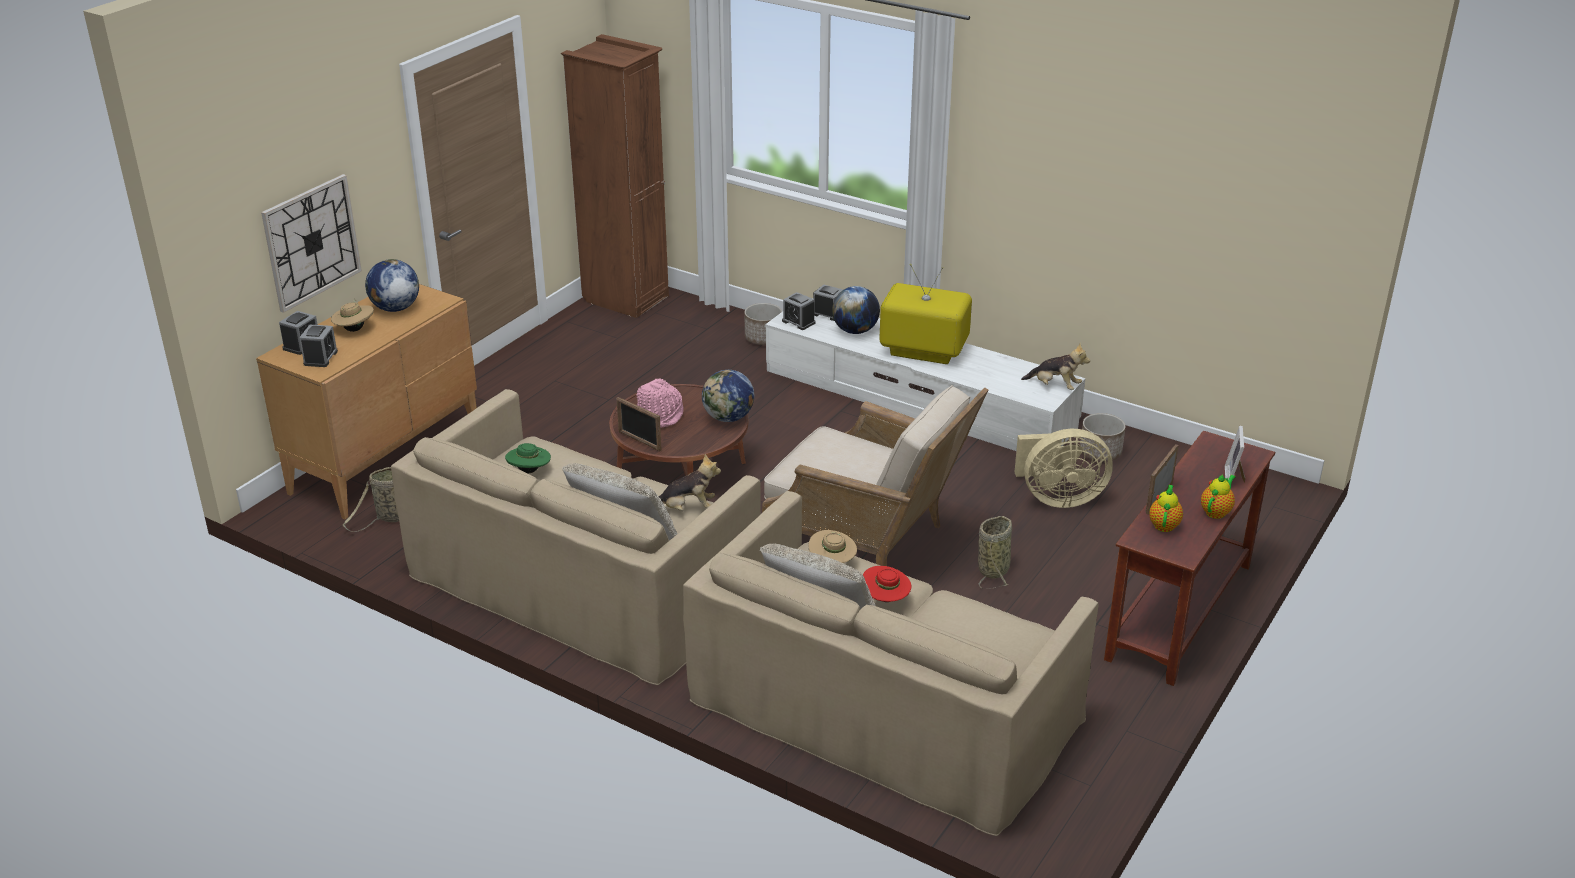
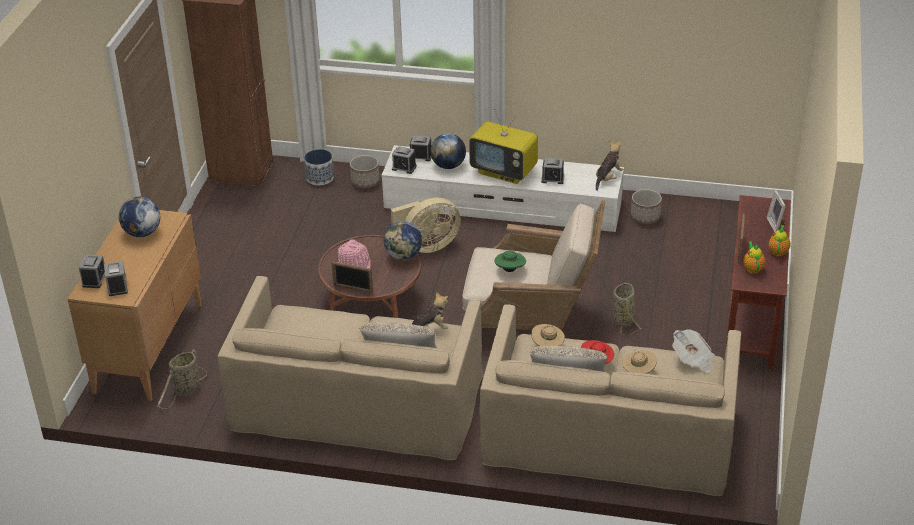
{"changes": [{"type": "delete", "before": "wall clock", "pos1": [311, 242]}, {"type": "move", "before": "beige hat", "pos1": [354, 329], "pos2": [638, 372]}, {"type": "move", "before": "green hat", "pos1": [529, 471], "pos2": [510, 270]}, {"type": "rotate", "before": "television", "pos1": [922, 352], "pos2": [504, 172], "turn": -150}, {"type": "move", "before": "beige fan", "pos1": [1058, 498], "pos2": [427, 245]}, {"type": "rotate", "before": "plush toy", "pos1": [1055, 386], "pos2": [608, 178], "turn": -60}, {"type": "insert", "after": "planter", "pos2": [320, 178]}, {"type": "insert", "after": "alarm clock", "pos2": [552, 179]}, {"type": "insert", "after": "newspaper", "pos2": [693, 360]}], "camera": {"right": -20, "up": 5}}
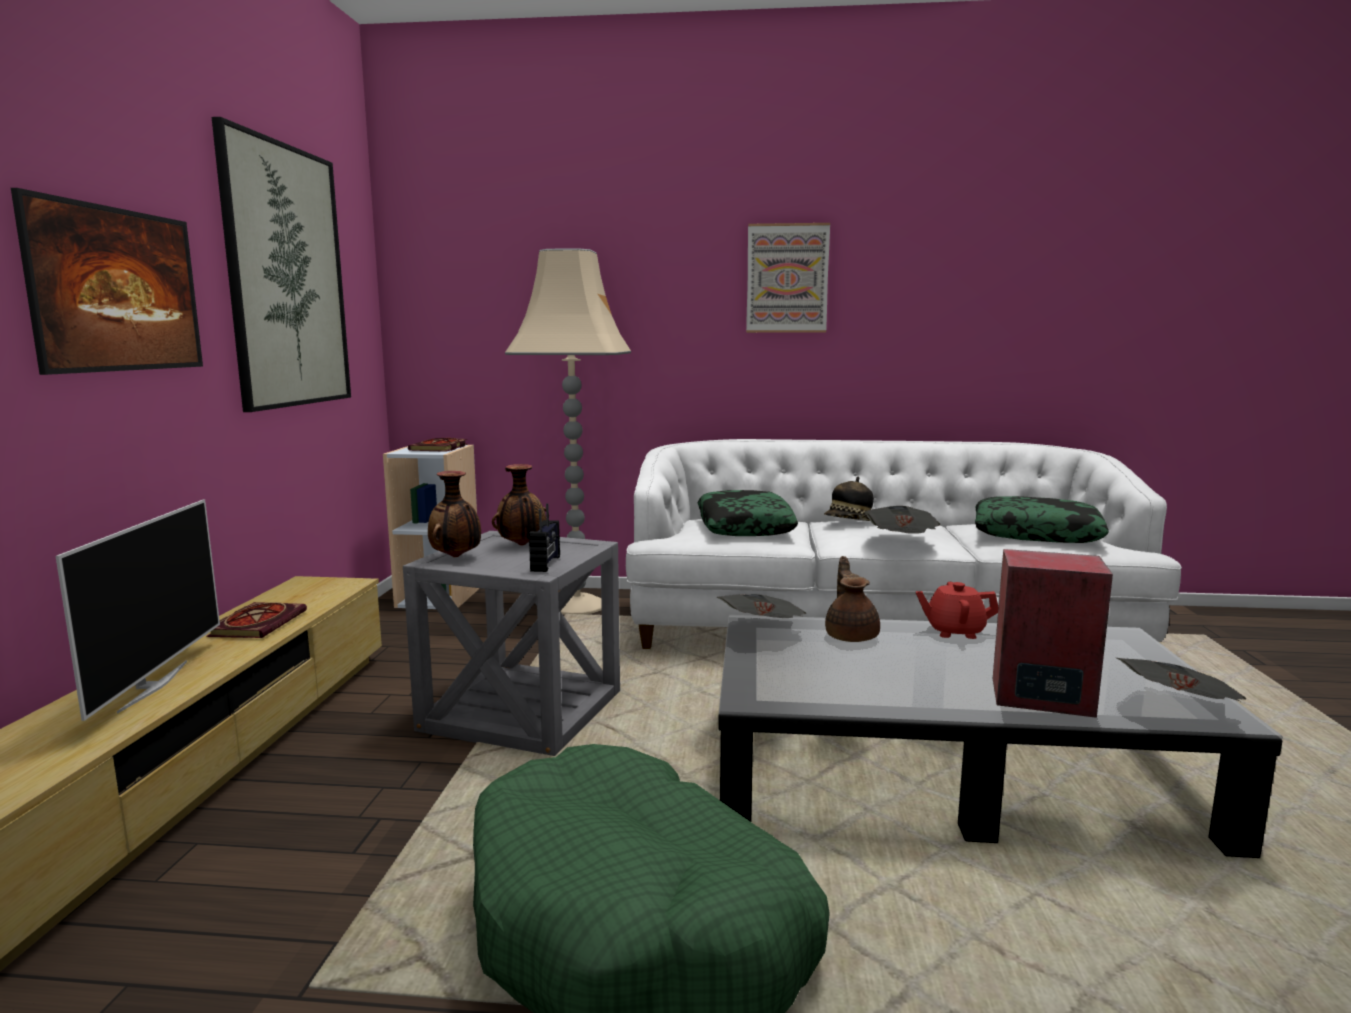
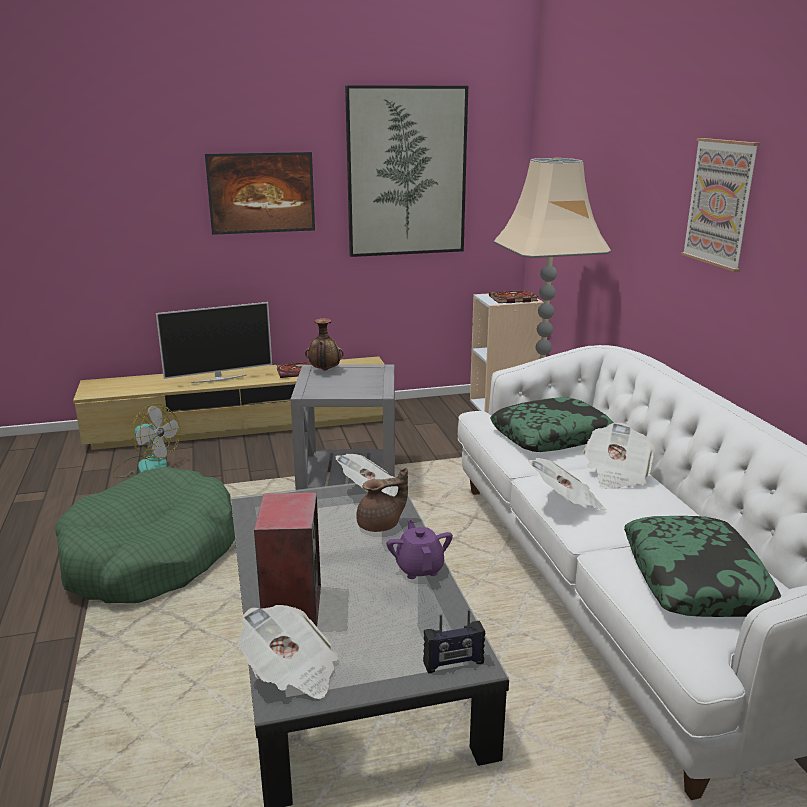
{"changes": [{"type": "delete", "before": "vase", "pos1": [522, 545]}, {"type": "move", "before": "radio", "pos1": [546, 564], "pos2": [453, 663]}, {"type": "replace", "before": "hat", "after": "newspaper", "pos1": [849, 522], "pos2": [616, 474]}, {"type": "recolor", "before": "red teapot", "after": "purple teapot", "pos1": [954, 632], "pos2": [419, 568]}, {"type": "insert", "after": "fan", "pos2": [146, 467]}], "camera": {"right": 70, "up": 10}}
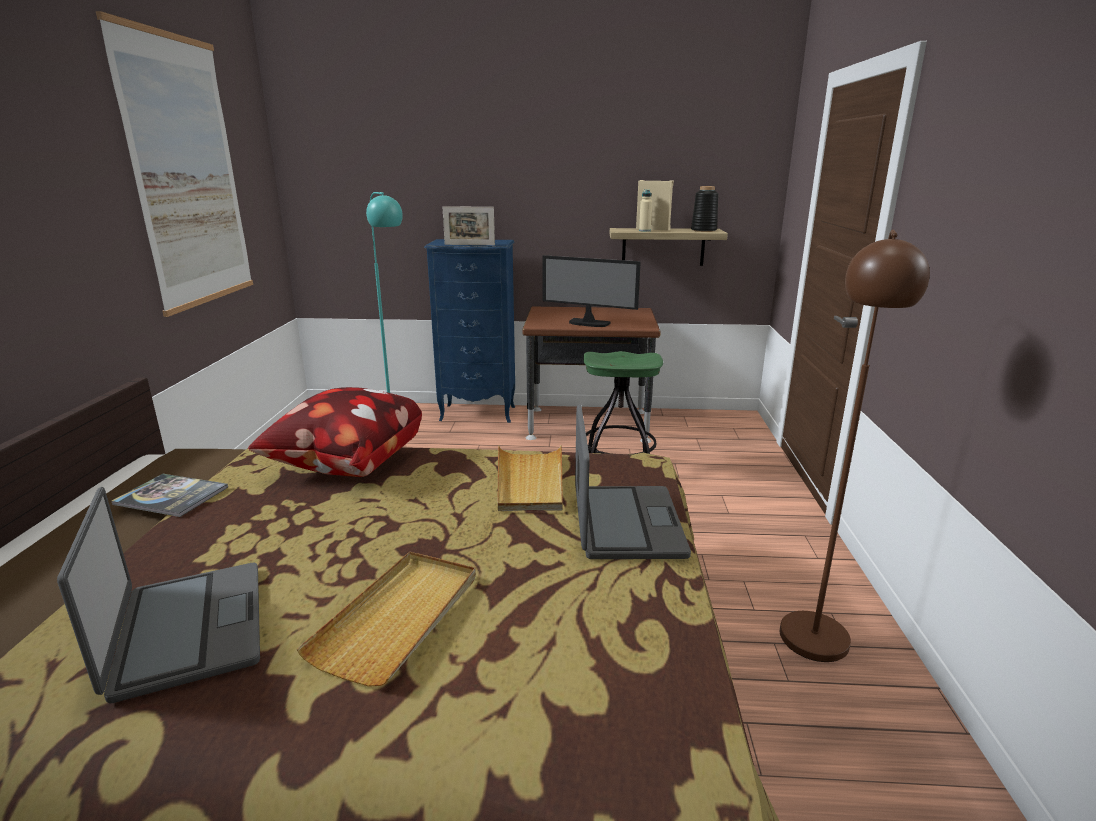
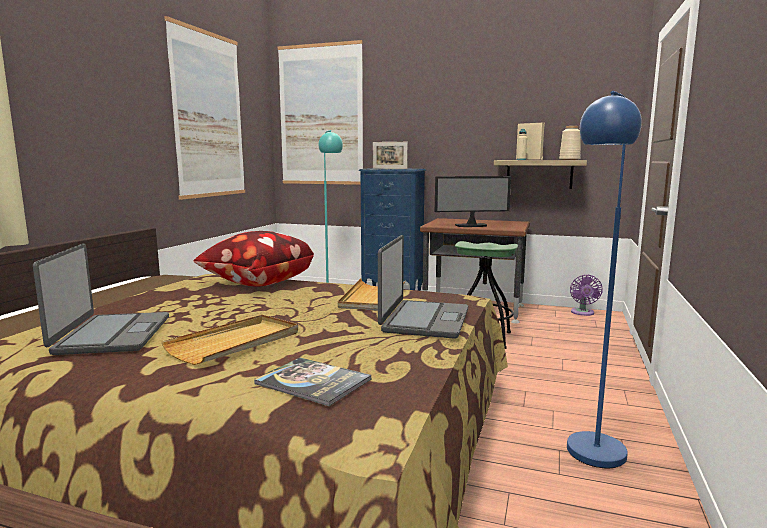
{"changes": [{"type": "move", "before": "book", "pos1": [171, 496], "pos2": [313, 382]}, {"type": "rotate", "before": "monitor", "pos1": [588, 323], "pos2": [471, 226], "turn": -45}, {"type": "recolor", "before": "black vase", "after": "beige vase", "pos1": [703, 230], "pos2": [569, 159]}, {"type": "recolor", "before": "brown floor lamp", "after": "blue floor lamp", "pos1": [812, 653], "pos2": [590, 460]}, {"type": "insert", "after": "picture", "pos2": [321, 115]}, {"type": "insert", "after": "purple fan", "pos2": [582, 313]}], "camera": {"right": 15, "up": -10}}
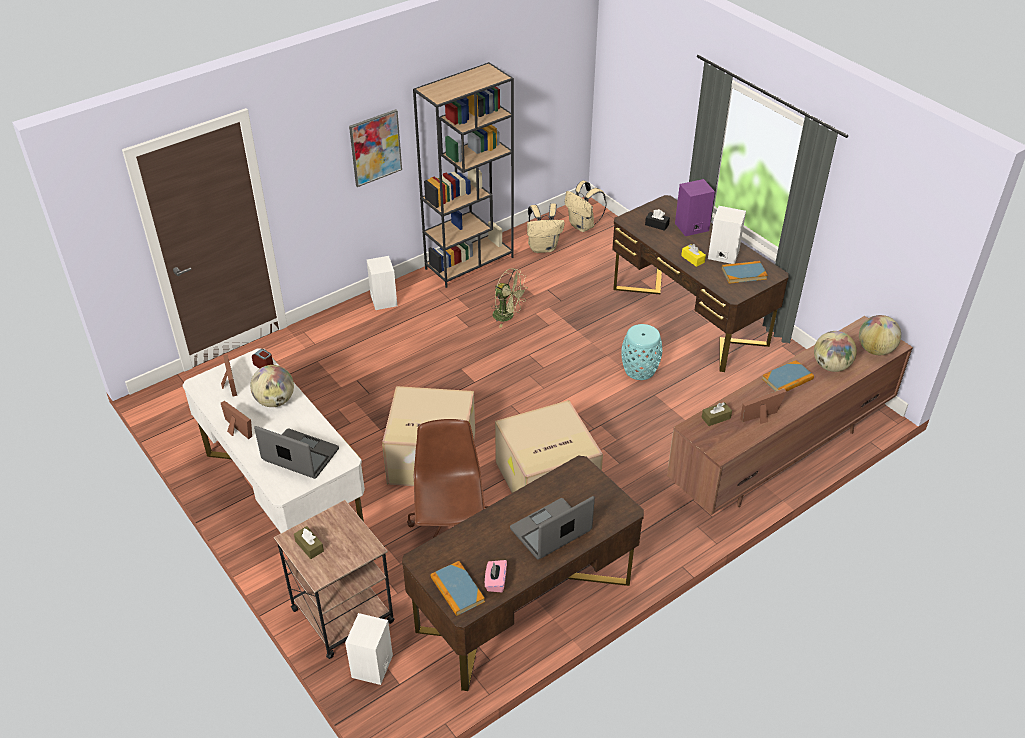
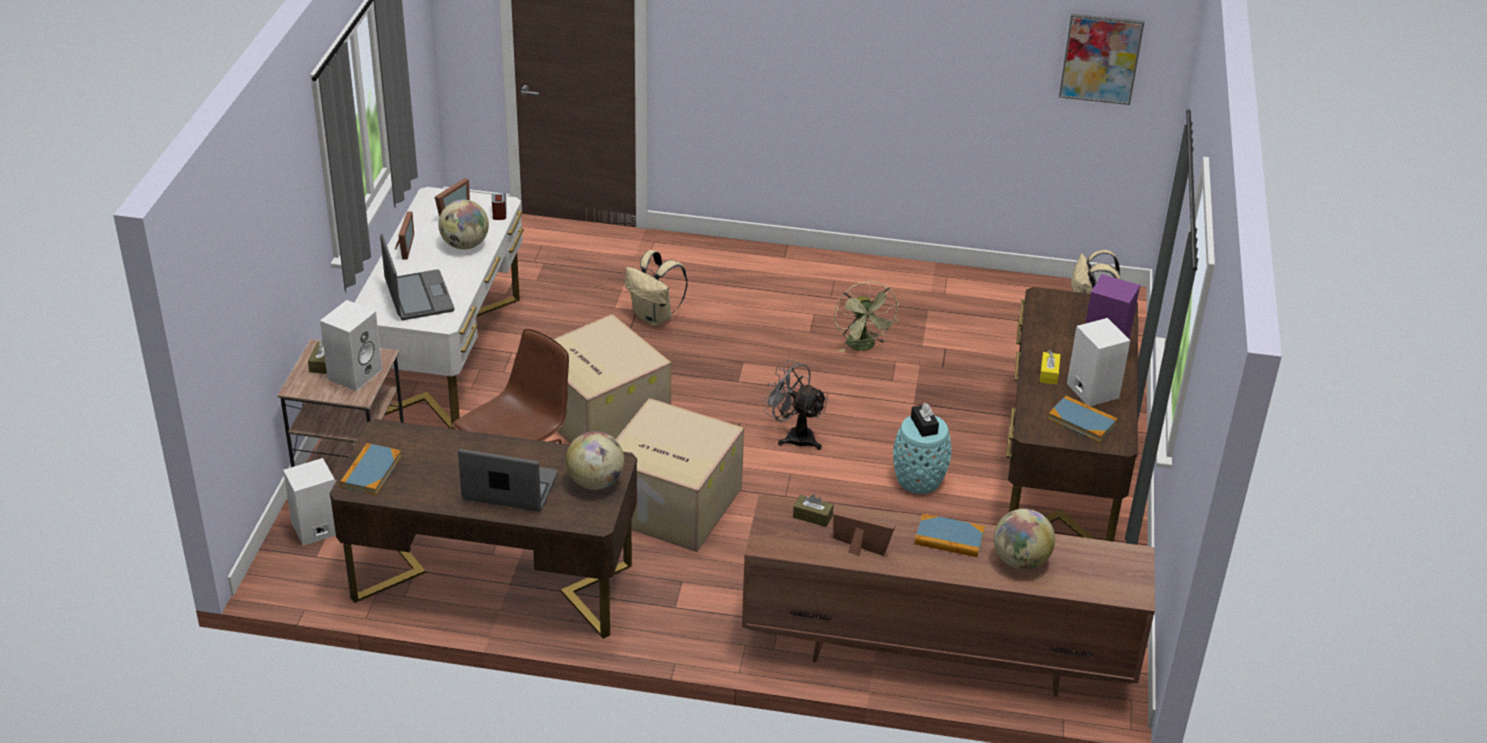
{"changes": [{"type": "move", "before": "picture", "pos1": [375, 148], "pos2": [1100, 58]}, {"type": "move", "before": "white speaker", "pos1": [383, 300], "pos2": [355, 373]}, {"type": "delete", "before": "bookcase", "pos1": [469, 262]}, {"type": "delete", "before": "pink tissue box", "pos1": [495, 582]}, {"type": "move", "before": "beige backpack", "pos1": [543, 247], "pos2": [654, 317]}, {"type": "move", "before": "black tissue box", "pos1": [657, 225], "pos2": [924, 425]}, {"type": "move", "before": "globe", "pos1": [875, 350], "pos2": [595, 482]}, {"type": "insert", "after": "grey fan", "pos2": [794, 436]}], "camera": {"right": 45, "up": -5}}
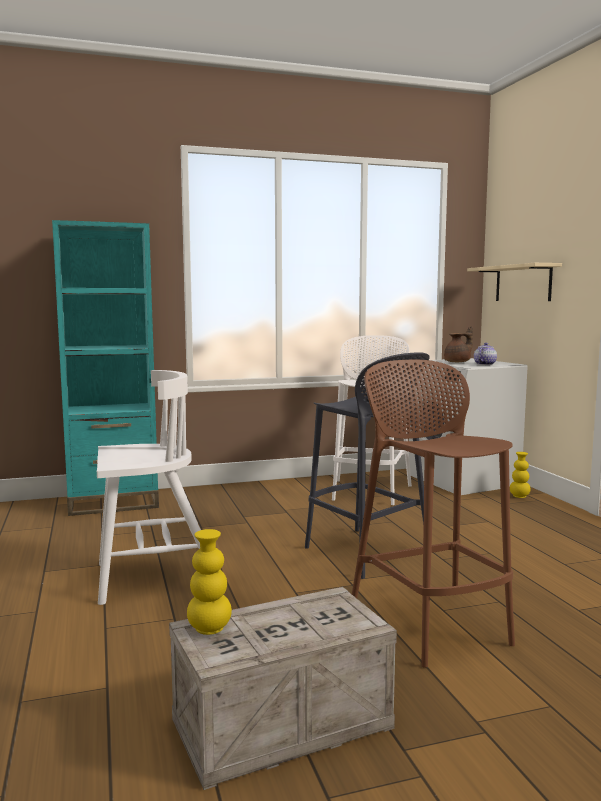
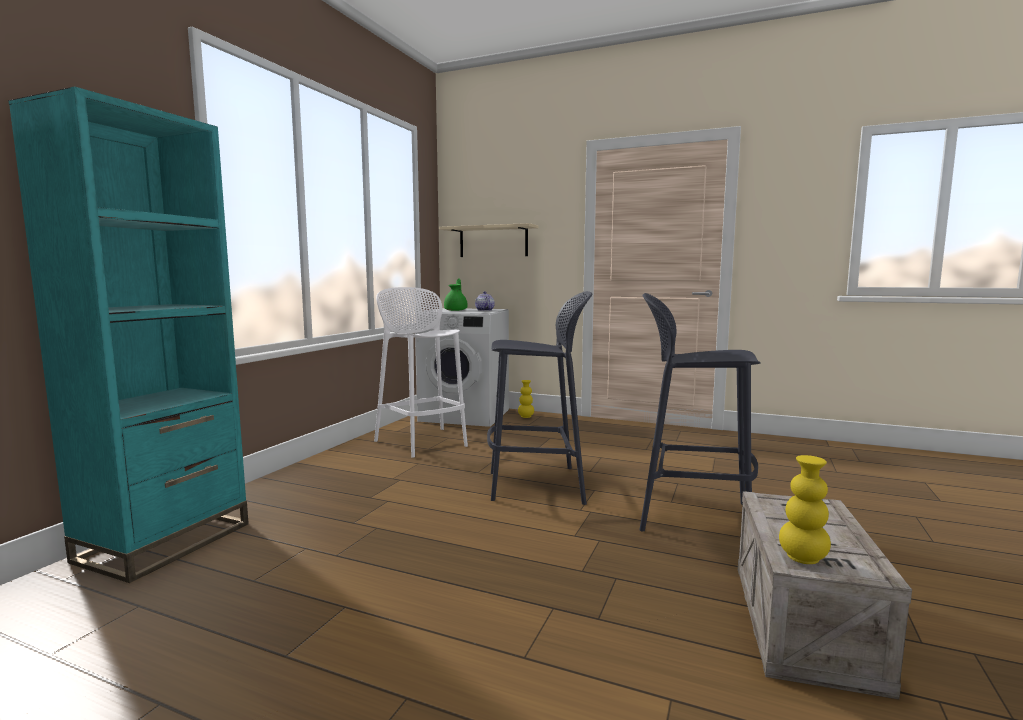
{"changes": [{"type": "delete", "before": "white chair", "pos1": [155, 576]}, {"type": "recolor", "before": "brown stool", "after": "grey stool", "pos1": [432, 625], "pos2": [690, 513]}, {"type": "recolor", "before": "brown teapot", "after": "green teapot", "pos1": [458, 362], "pos2": [456, 310]}], "camera": {"right": -50, "up": 0}}
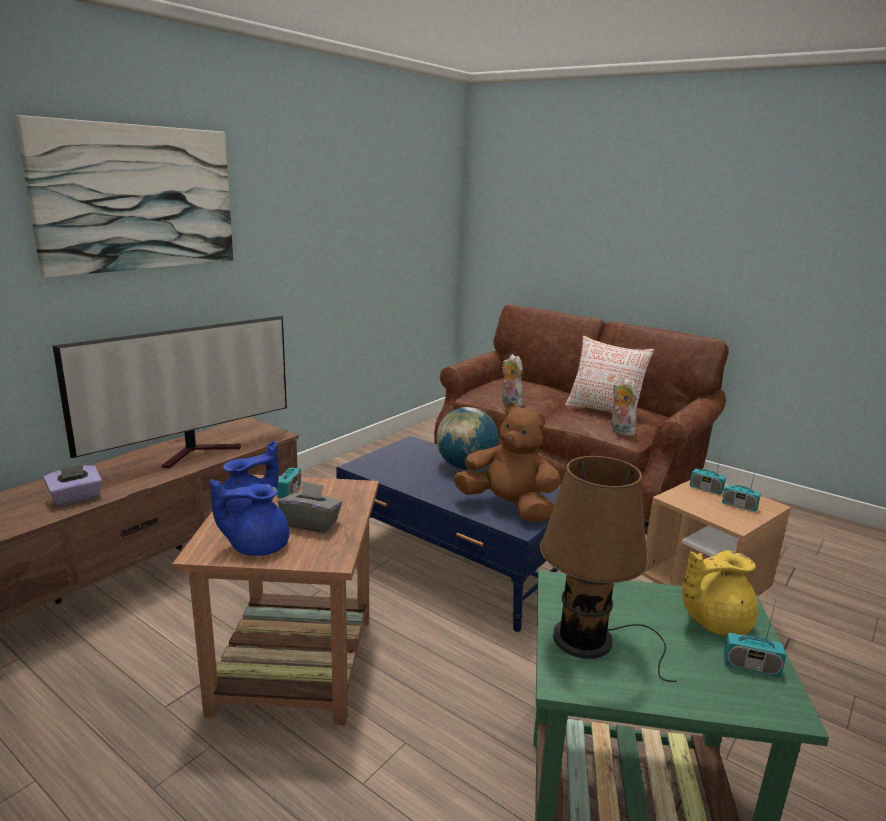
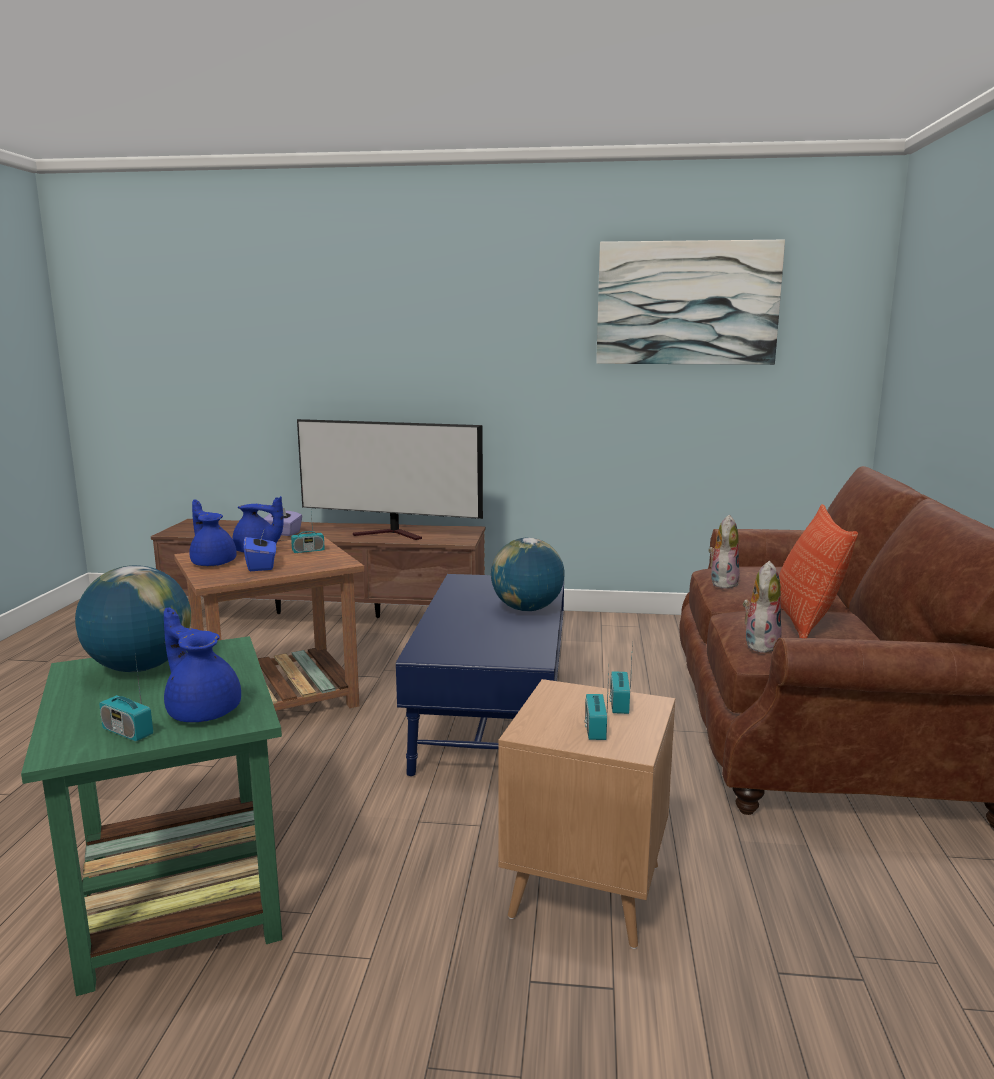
{"changes": [{"type": "move", "before": "picture", "pos1": [137, 198], "pos2": [687, 303]}, {"type": "recolor", "before": "grey tissue box", "after": "blue tissue box", "pos1": [311, 523], "pos2": [261, 566]}, {"type": "delete", "before": "brown plush toy", "pos1": [508, 507]}, {"type": "replace", "before": "brown table lamp", "after": "globe", "pos1": [590, 640], "pos2": [140, 667]}, {"type": "recolor", "before": "white pillow", "after": "orange pillow", "pos1": [604, 412], "pos2": [805, 623]}, {"type": "recolor", "before": "yellow teapot", "after": "blue teapot", "pos1": [714, 622], "pos2": [203, 710]}, {"type": "rotate", "before": "radio", "pos1": [751, 666], "pos2": [127, 732], "turn": -45}], "camera": {"right": 60, "up": -5}}
